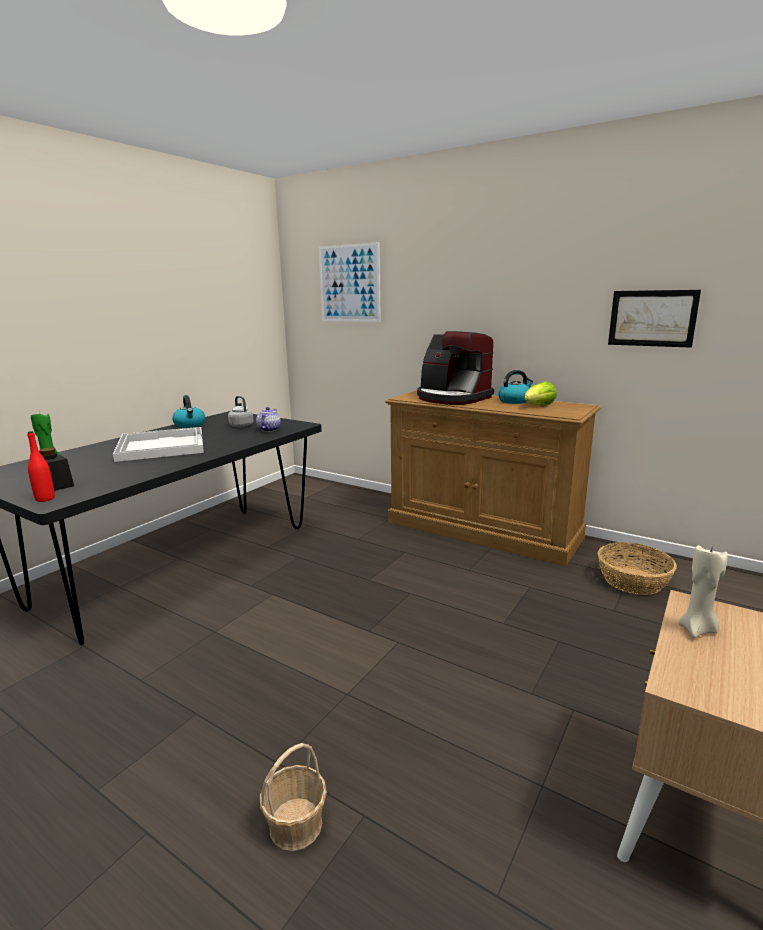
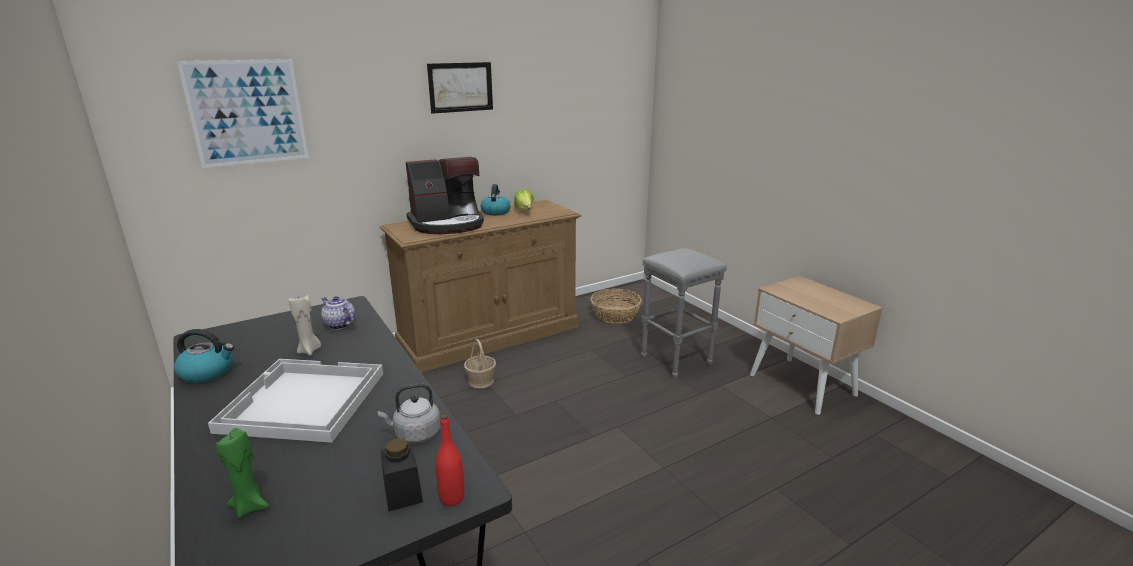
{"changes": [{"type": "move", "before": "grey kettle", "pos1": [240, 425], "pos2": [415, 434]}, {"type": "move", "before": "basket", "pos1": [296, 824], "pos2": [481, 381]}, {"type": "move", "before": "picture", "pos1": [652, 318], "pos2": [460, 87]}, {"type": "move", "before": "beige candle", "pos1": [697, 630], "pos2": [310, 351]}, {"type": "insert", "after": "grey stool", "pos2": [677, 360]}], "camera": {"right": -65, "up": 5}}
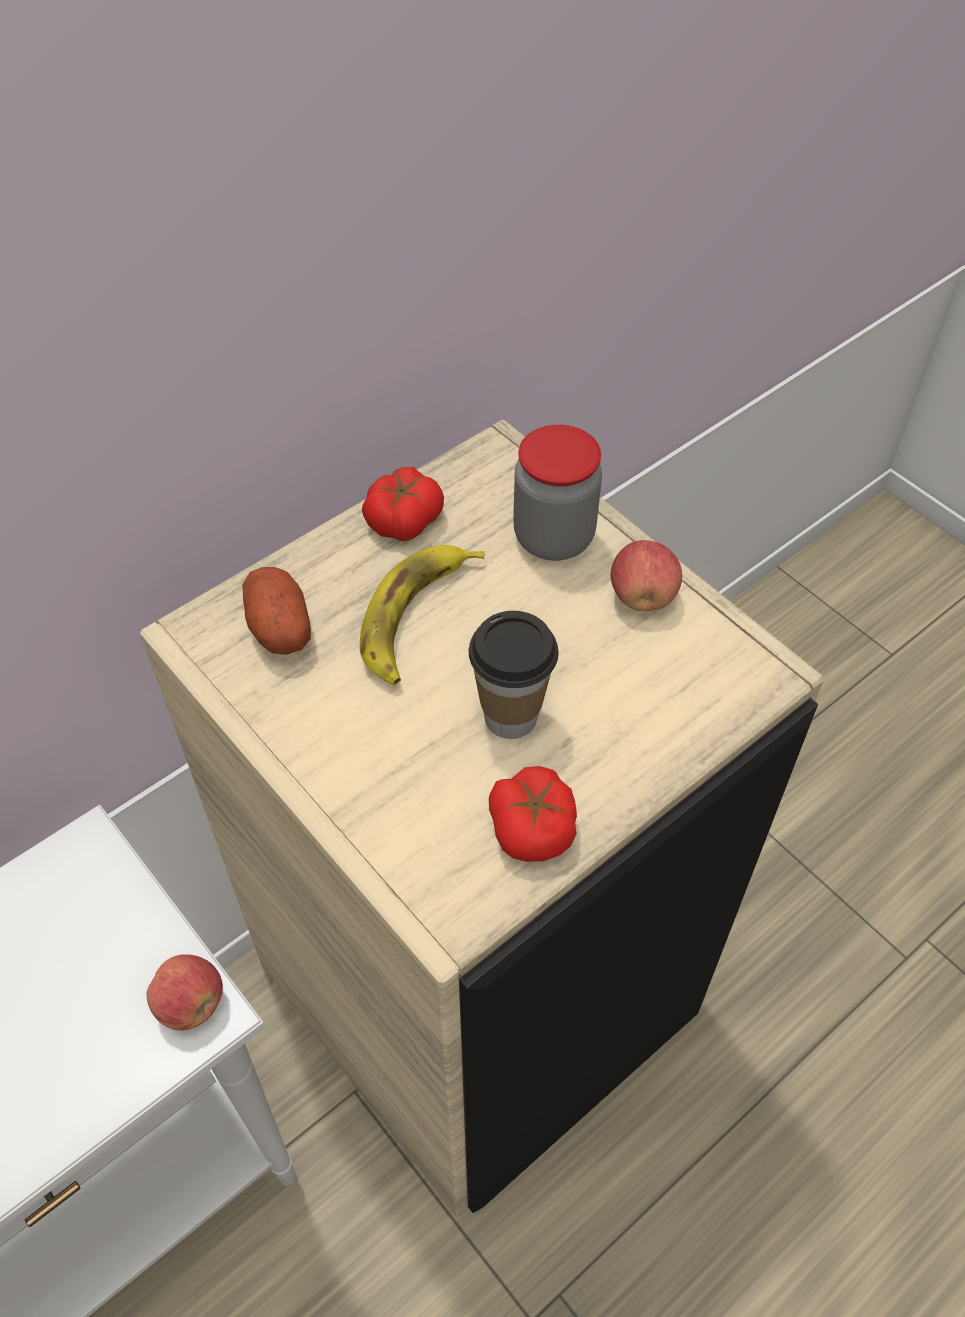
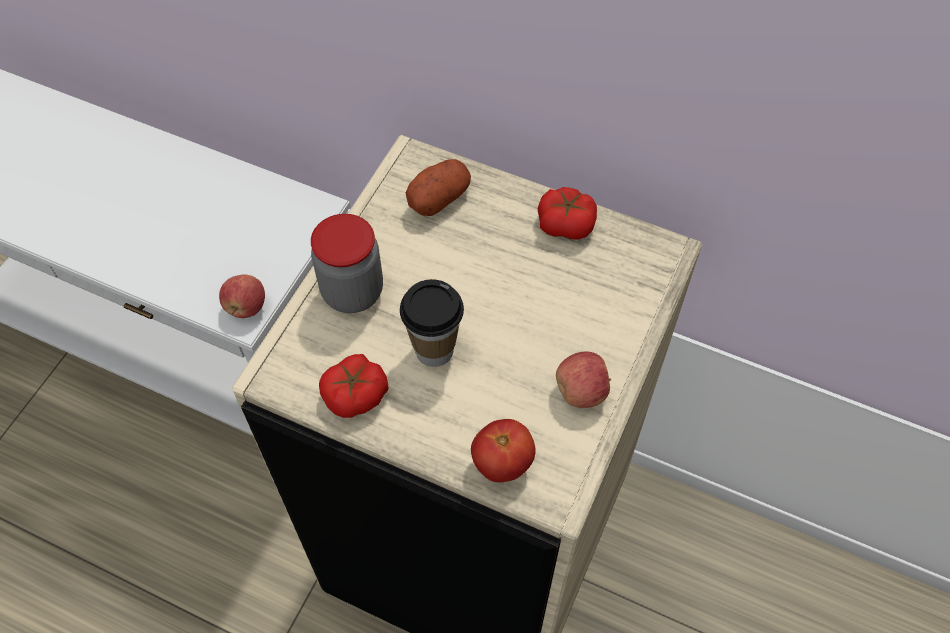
{"changes": [{"type": "delete", "before": "banana", "pos1": [416, 618]}, {"type": "move", "before": "jar", "pos1": [553, 537], "pos2": [352, 292]}, {"type": "insert", "after": "tomato", "pos2": [502, 462]}], "camera": {"right": 65, "up": 5}}
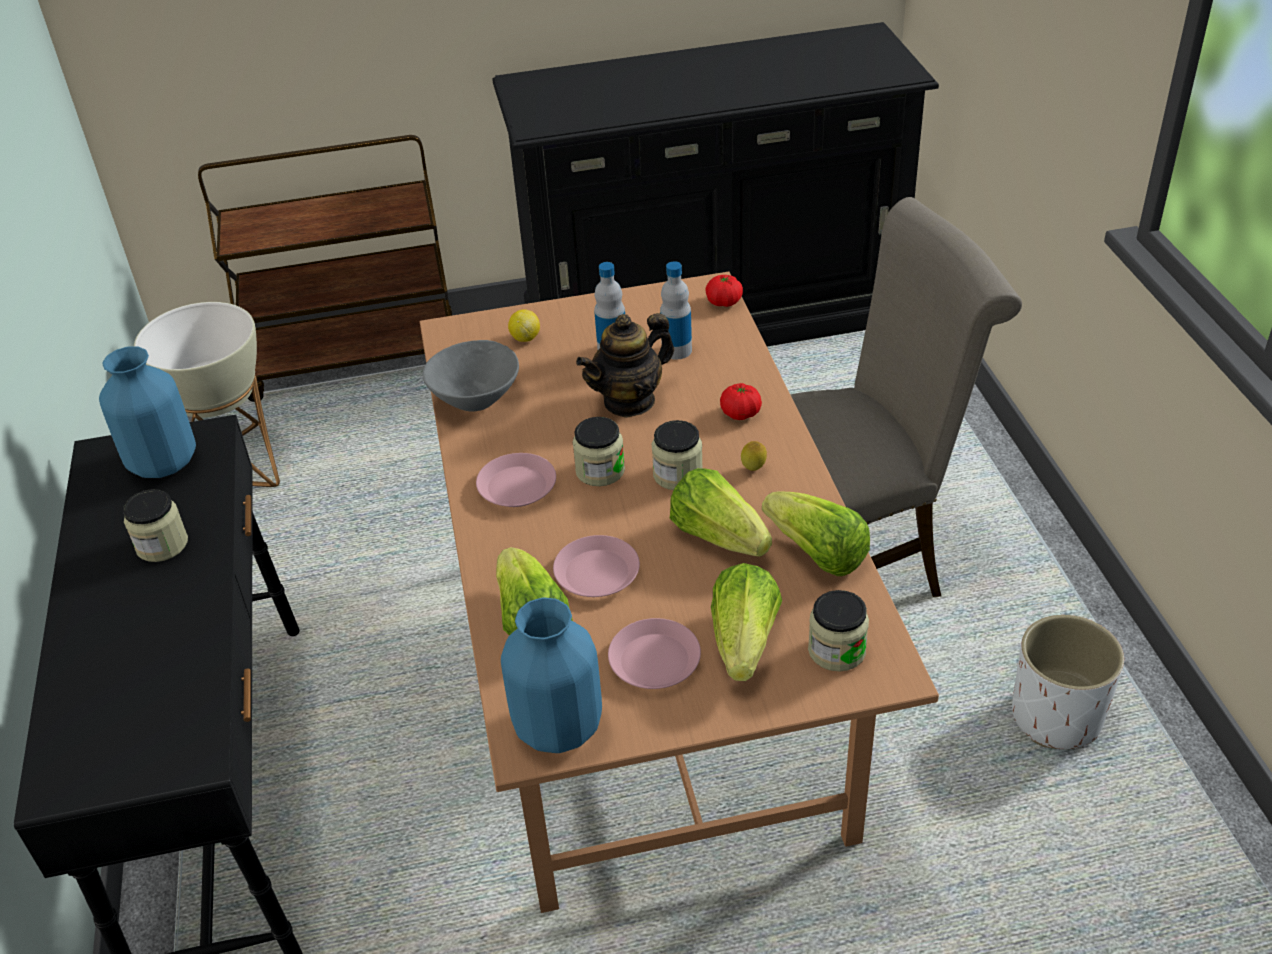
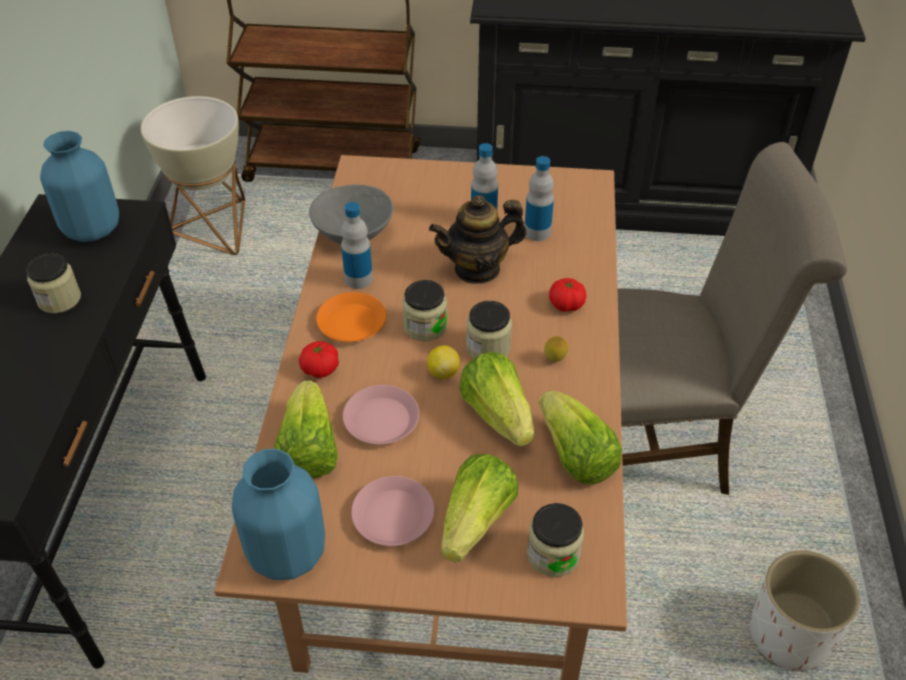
{"changes": [{"type": "recolor", "before": "pink plate", "after": "orange plate", "pos1": [517, 486], "pos2": [351, 322]}, {"type": "move", "before": "lemon", "pos1": [525, 338], "pos2": [443, 372]}, {"type": "move", "before": "tomato", "pos1": [724, 302], "pos2": [320, 369]}, {"type": "insert", "after": "bottle", "pos2": [358, 279]}], "camera": {"right": 15, "up": 5}}
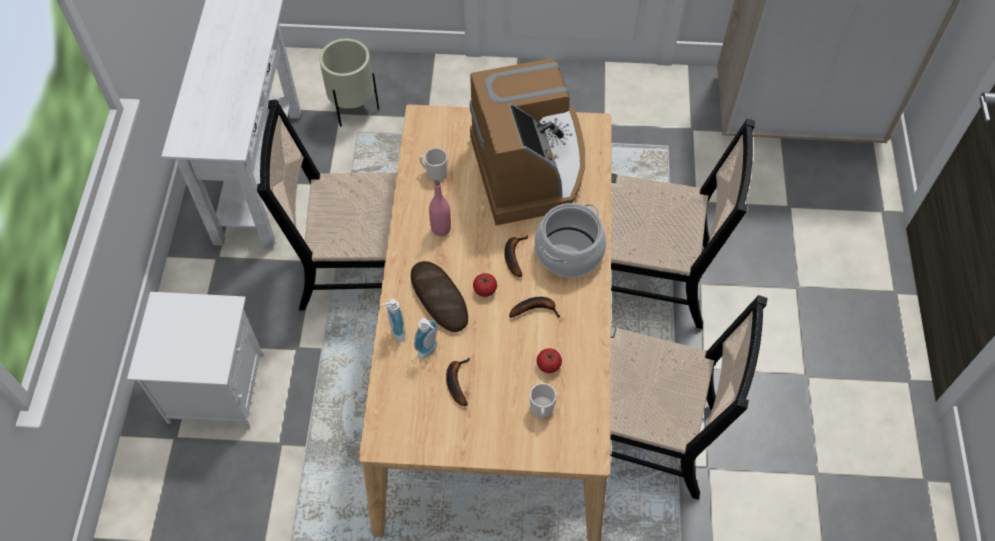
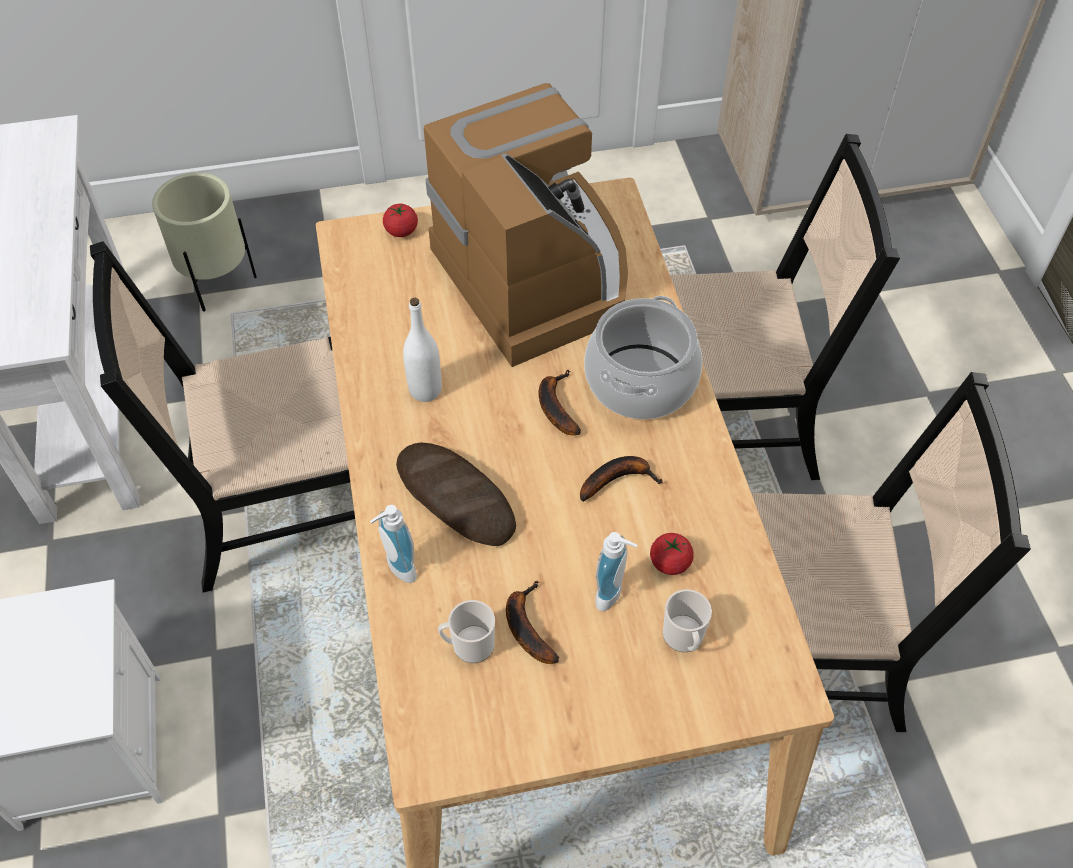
{"changes": [{"type": "move", "before": "soap dispenser", "pos1": [429, 351], "pos2": [613, 595]}, {"type": "move", "before": "mug", "pos1": [434, 172], "pos2": [468, 645]}, {"type": "recolor", "before": "pink bottle", "after": "white bottle", "pos1": [441, 228], "pos2": [425, 390]}, {"type": "move", "before": "tomato", "pos1": [485, 290], "pos2": [401, 231]}], "camera": {"right": -15, "up": -5}}
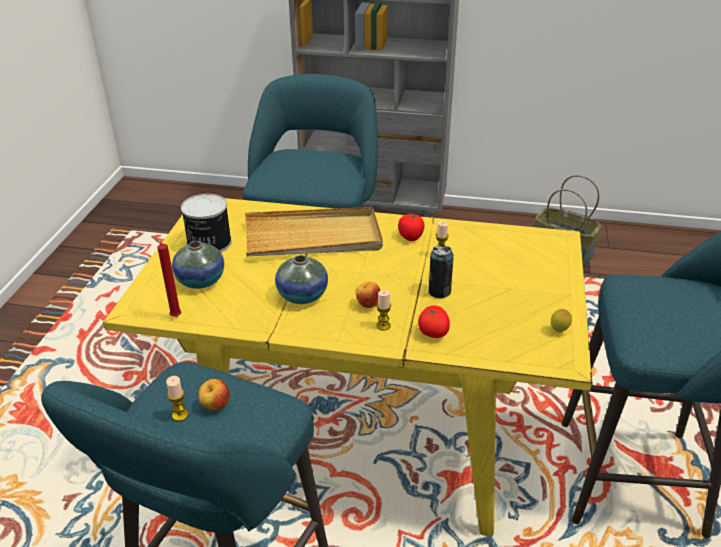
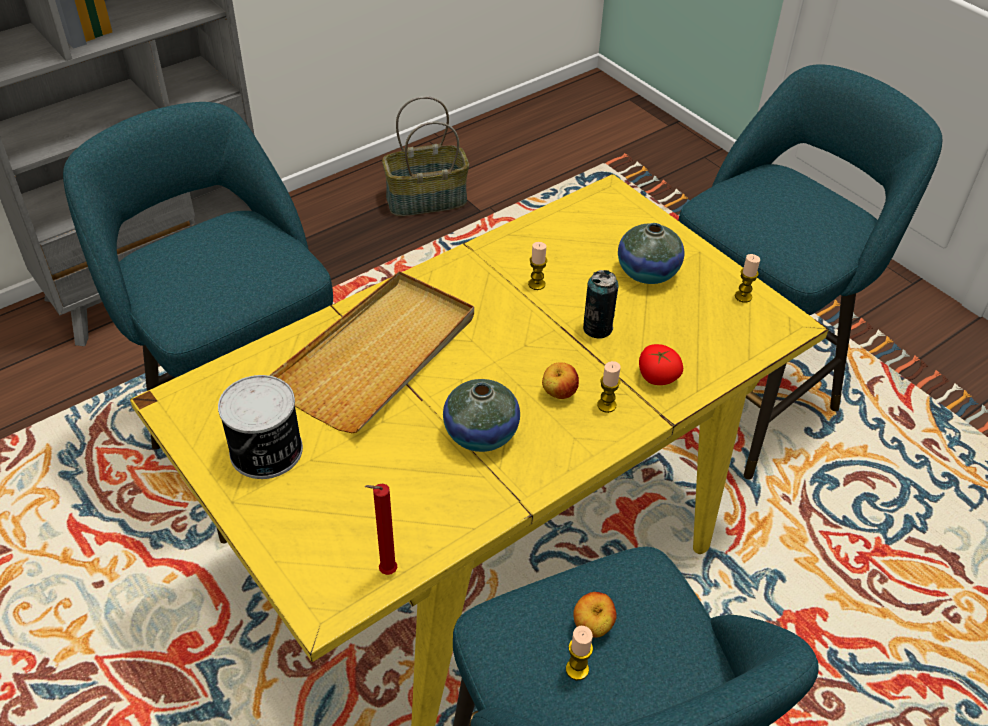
{"changes": [{"type": "move", "before": "vase", "pos1": [200, 280], "pos2": [647, 272]}, {"type": "delete", "before": "tomato", "pos1": [410, 237]}, {"type": "replace", "before": "lemon", "after": "candle", "pos1": [559, 331], "pos2": [743, 296]}], "camera": {"right": -50, "up": 10}}
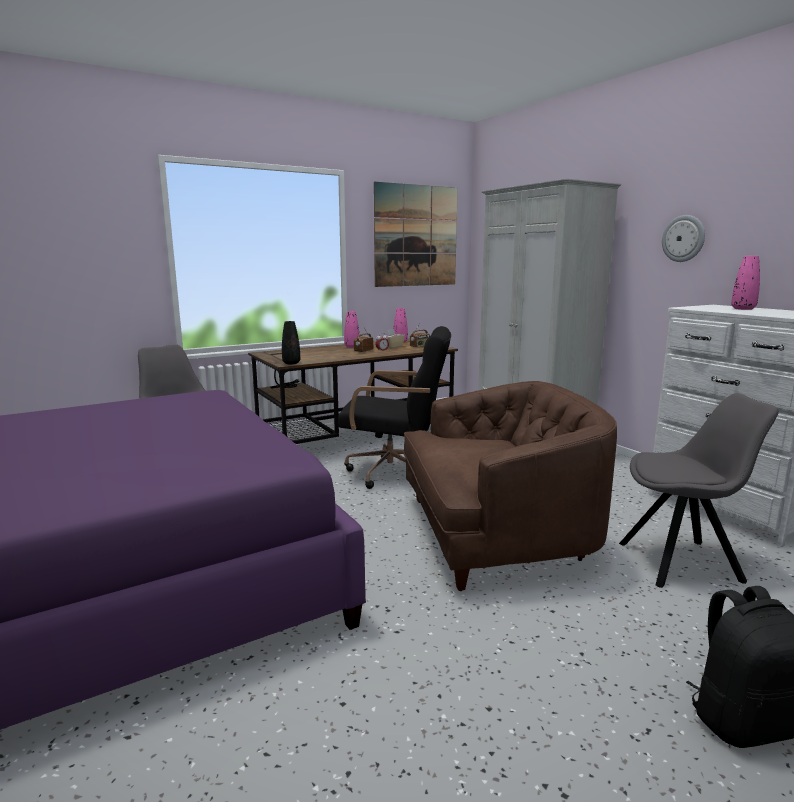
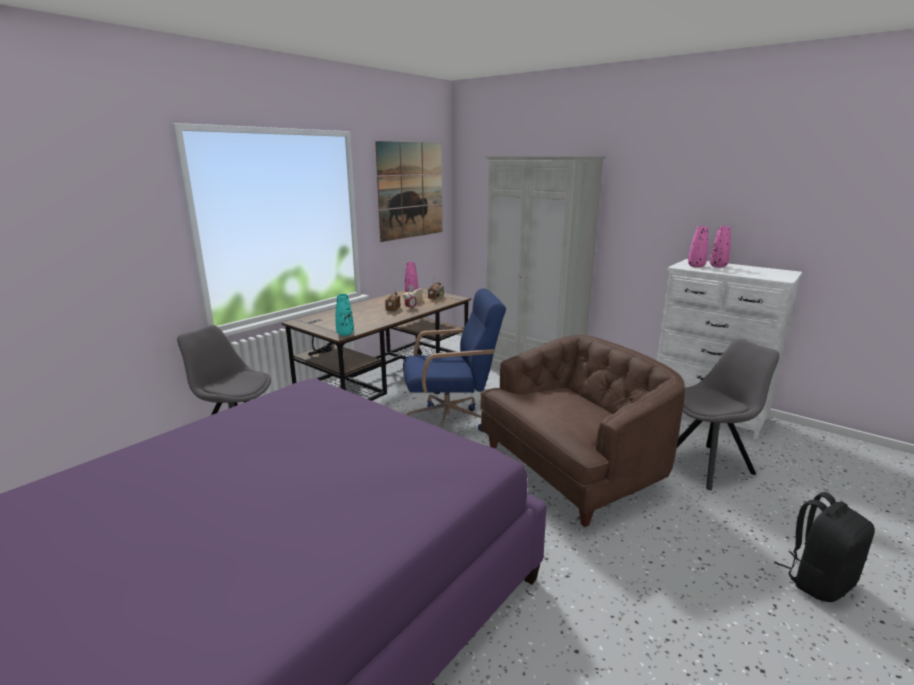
{"changes": [{"type": "recolor", "before": "black vase", "after": "turquoise vase", "pos1": [291, 363], "pos2": [345, 334]}, {"type": "recolor", "before": "black office chair", "after": "blue office chair", "pos1": [395, 474], "pos2": [451, 422]}, {"type": "move", "before": "pink vase", "pos1": [352, 347], "pos2": [696, 266]}, {"type": "delete", "before": "wall clock", "pos1": [683, 238]}], "camera": {"right": -20, "up": 5}}
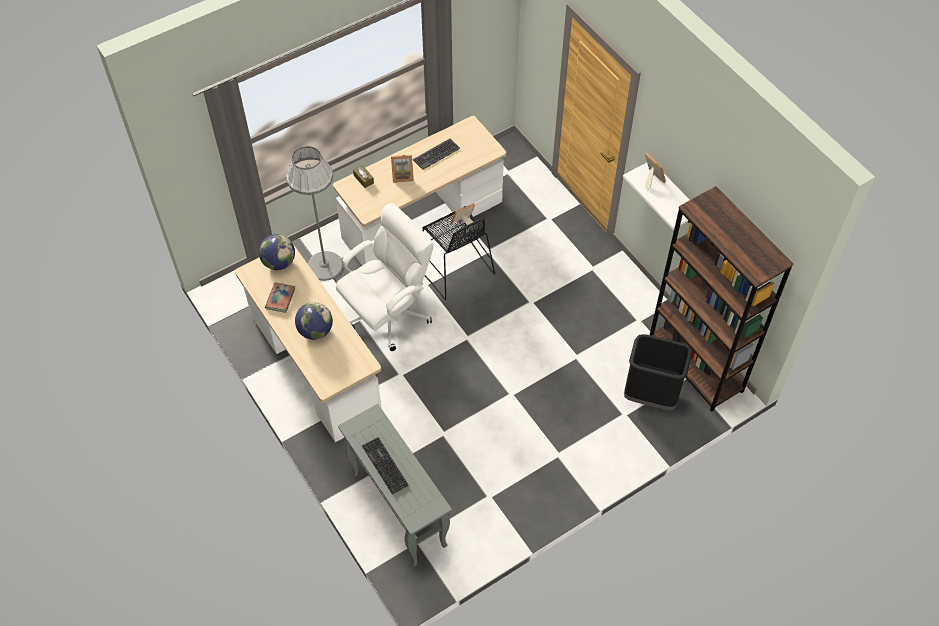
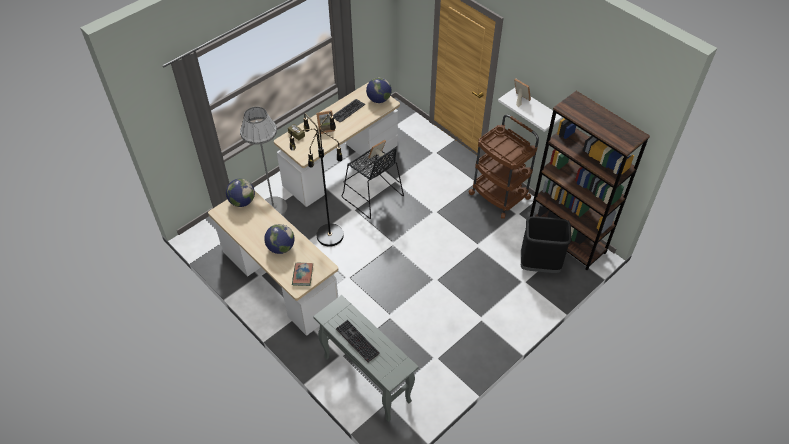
{"changes": [{"type": "move", "before": "book", "pos1": [280, 299], "pos2": [302, 275]}, {"type": "replace", "before": "white office chair", "after": "floor lamp", "pos1": [388, 315], "pos2": [329, 235]}, {"type": "insert", "after": "globe", "pos2": [379, 99]}, {"type": "insert", "after": "brown cart", "pos2": [498, 196]}], "camera": {"right": -10, "up": -5}}
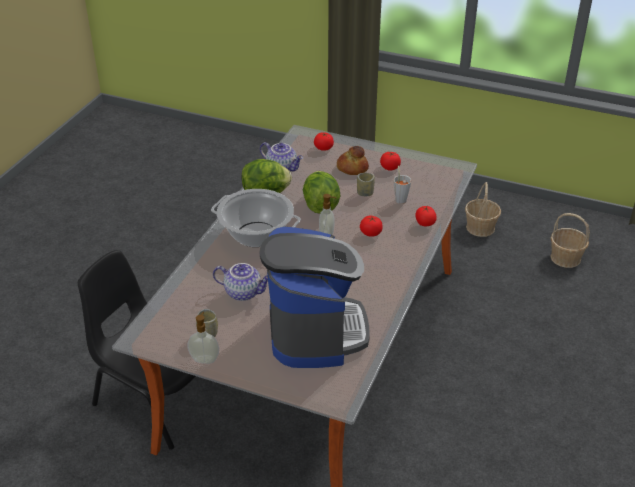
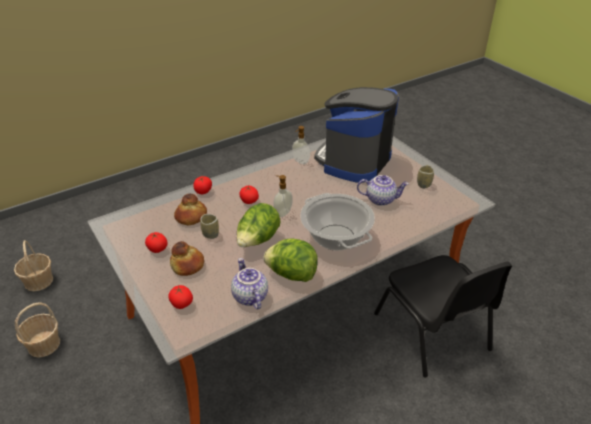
{"changes": [{"type": "move", "before": "soap dispenser", "pos1": [205, 359], "pos2": [300, 161]}, {"type": "rotate", "before": "teapot", "pos1": [244, 292], "pos2": [381, 199], "turn": 135}, {"type": "replace", "before": "grey cup", "after": "bread", "pos1": [400, 198], "pos2": [191, 217]}], "camera": {"right": -145, "up": 0}}
